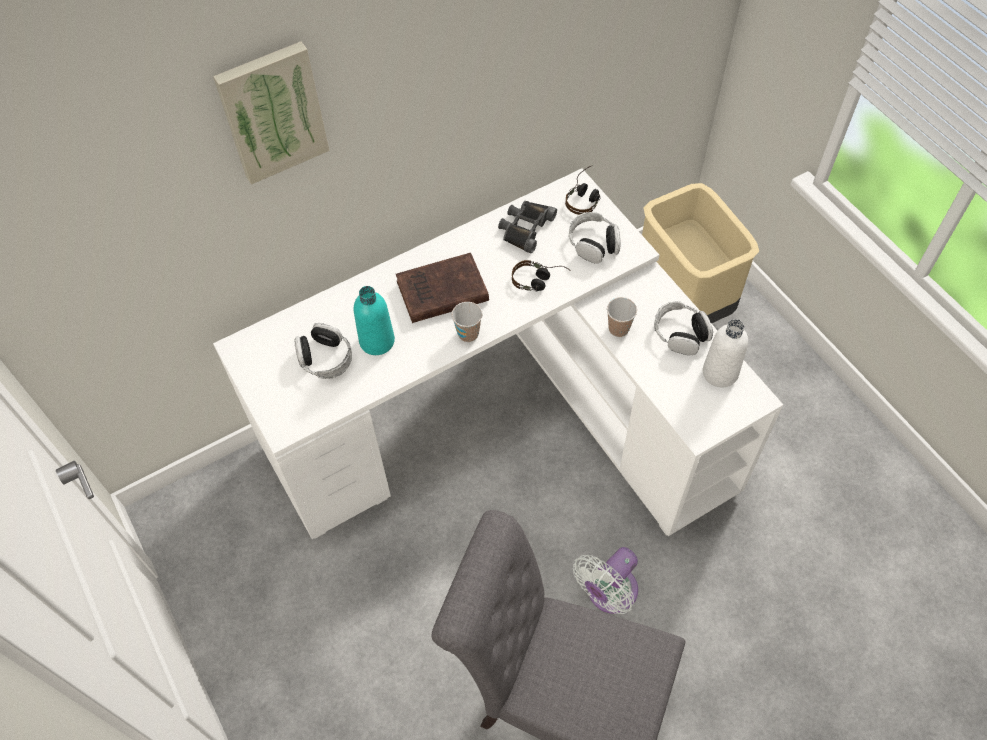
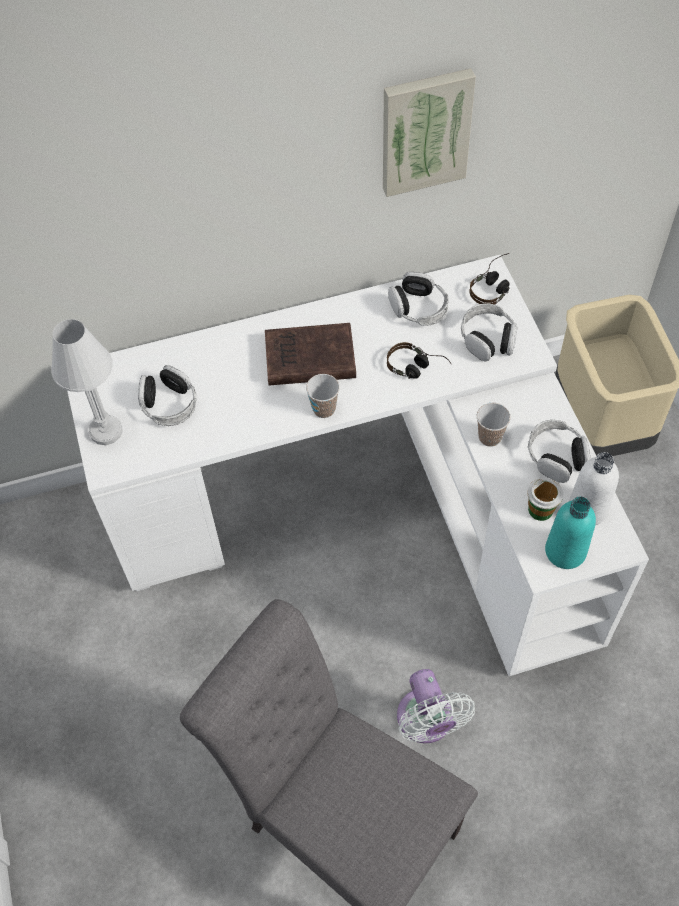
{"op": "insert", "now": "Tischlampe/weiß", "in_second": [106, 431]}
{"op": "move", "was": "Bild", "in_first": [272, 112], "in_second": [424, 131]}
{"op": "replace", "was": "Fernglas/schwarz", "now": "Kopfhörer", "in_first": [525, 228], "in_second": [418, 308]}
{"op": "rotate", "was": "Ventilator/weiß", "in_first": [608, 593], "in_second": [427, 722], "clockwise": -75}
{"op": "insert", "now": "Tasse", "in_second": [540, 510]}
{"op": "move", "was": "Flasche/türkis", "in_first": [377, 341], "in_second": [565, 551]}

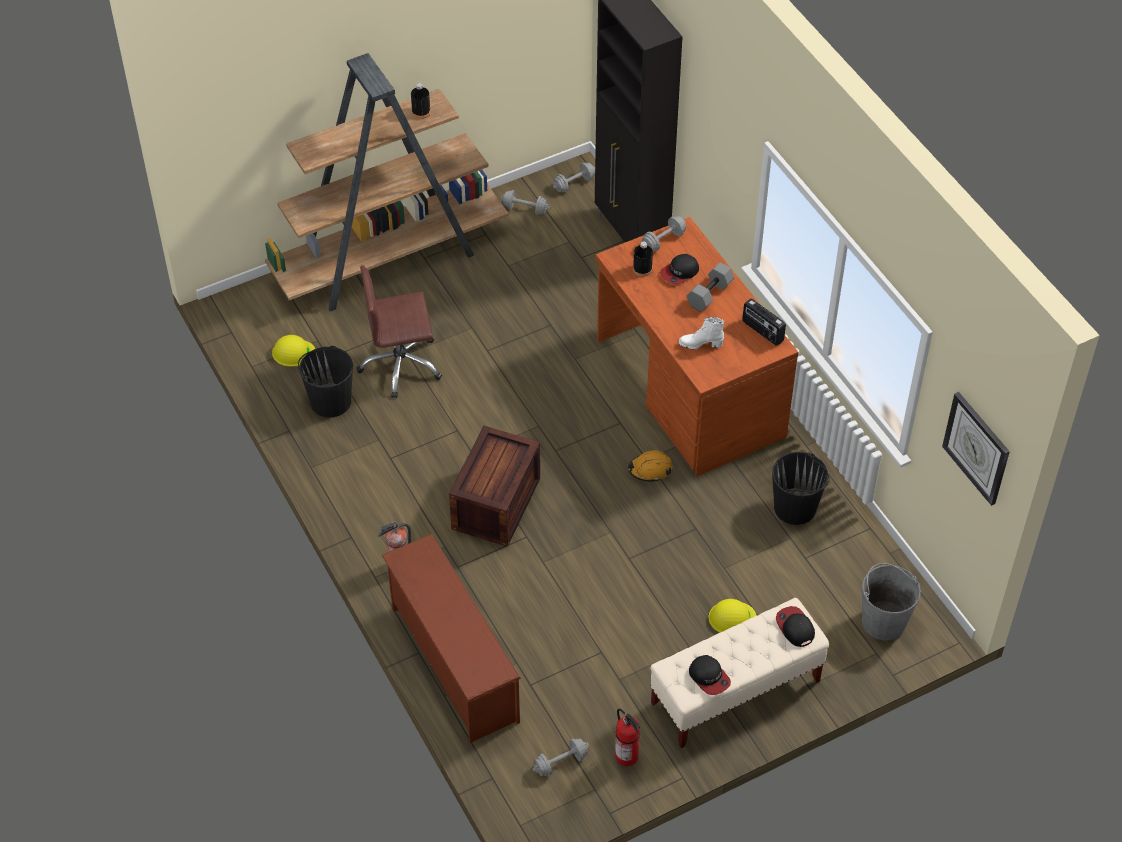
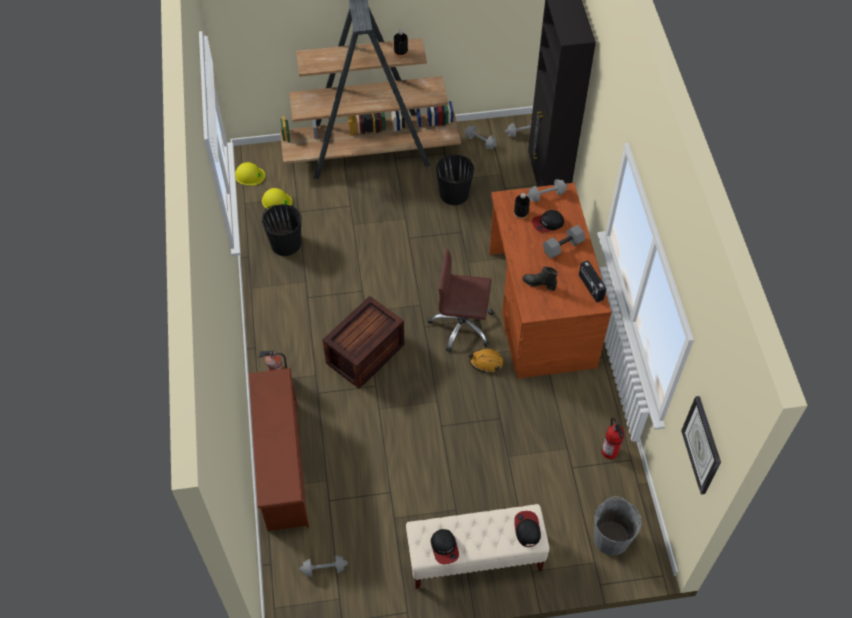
{"op": "move", "was": "Schutzhelm/gelb", "in_first": [732, 618], "in_second": [249, 175]}
{"op": "move", "was": "Bürostuhl/braun", "in_first": [401, 365], "in_second": [462, 326]}
{"op": "move", "was": "Eimer/schwarz", "in_first": [795, 507], "in_second": [454, 194]}
{"op": "recolor", "was": "Stiefel/weiß", "now": "Stiefel/schwarz", "in_first": [700, 344], "in_second": [539, 284]}
{"op": "move", "was": "Feuerlöscher", "in_first": [627, 756], "in_second": [610, 452]}

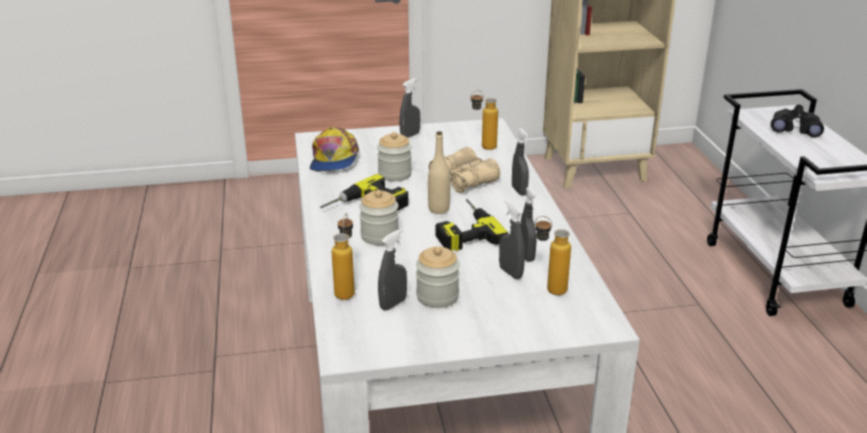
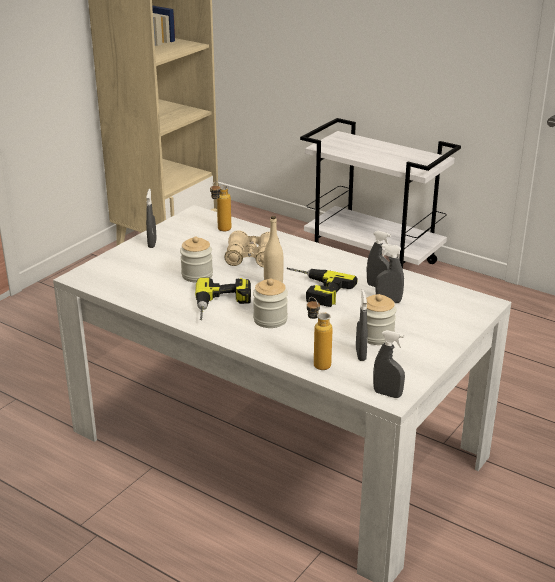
{"op": "move", "was": "Sprühflasche/grau", "in_first": [519, 191], "in_second": [387, 394]}
{"op": "delete", "was": "Kappe", "in_first": [334, 159]}
{"op": "delete", "was": "Flasche", "in_first": [548, 288]}
{"op": "delete", "was": "Fernglas/schwarz", "in_first": [795, 129]}

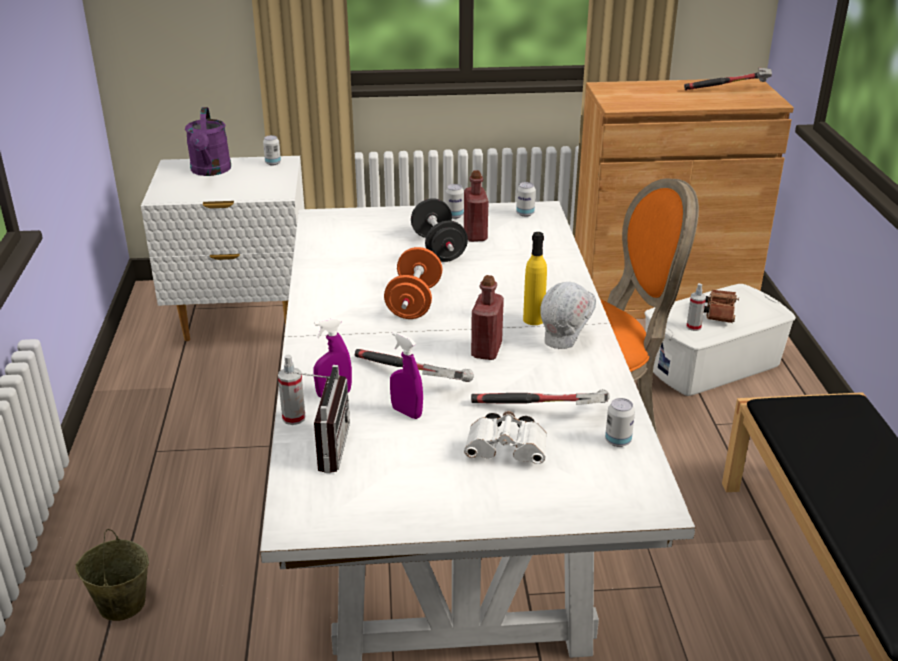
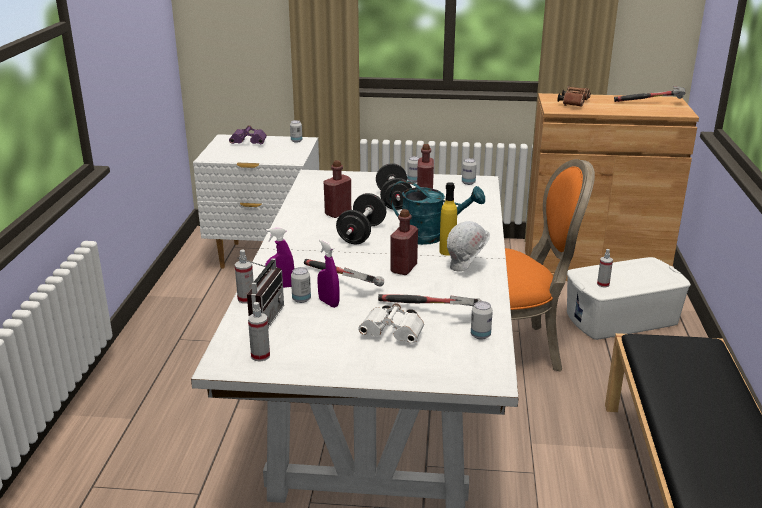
{"op": "replace", "was": "Gießkanne/lila", "now": "Fernglas/lila", "in_first": [210, 171], "in_second": [250, 143]}
{"op": "insert", "now": "Sprühflasche", "in_second": [260, 356]}
{"op": "insert", "now": "Dose", "in_second": [301, 299]}
{"op": "insert", "now": "Flasche/rot", "in_second": [338, 213]}
{"op": "recolor", "was": "Hantel/orange", "now": "Hantel/schwarz", "in_first": [414, 302], "in_second": [361, 234]}
{"op": "insert", "now": "Gießkanne/türkis", "in_second": [431, 236]}
{"op": "move", "was": "Fernglas/braun", "in_first": [718, 313], "in_second": [574, 104]}
{"op": "delete", "was": "Eimer/beige", "in_first": [121, 604]}

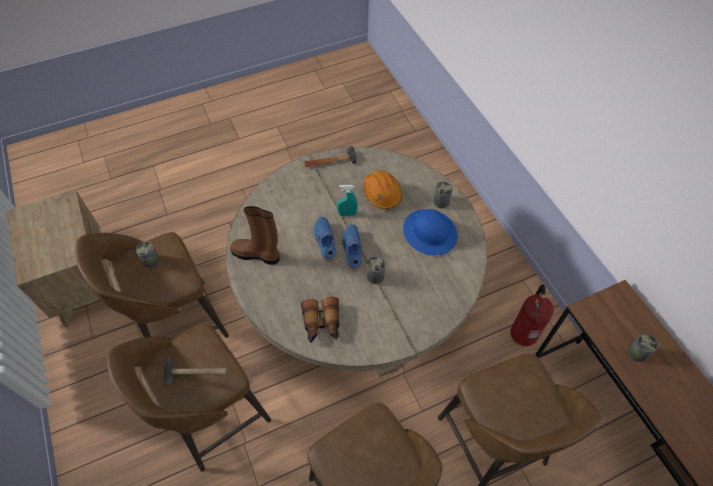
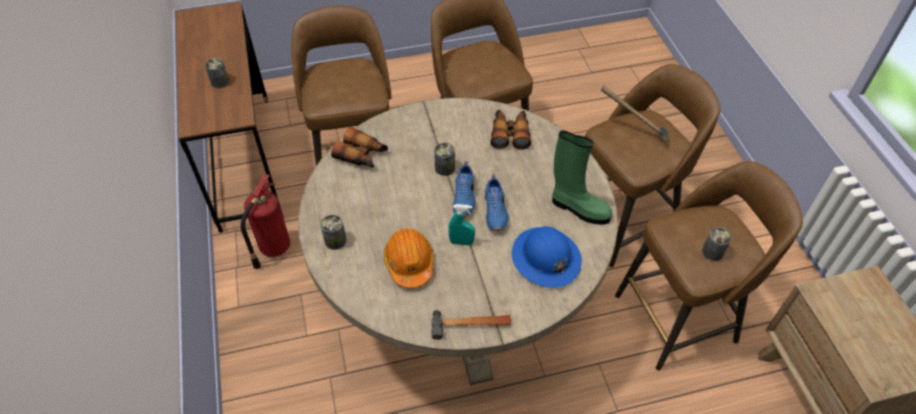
{"op": "insert", "now": "Fernglas", "in_second": [362, 155]}
{"op": "move", "was": "Schutzhelm/blau", "in_first": [430, 233], "in_second": [545, 258]}
{"op": "recolor", "was": "Stiefel/braun", "now": "Stiefel/grün", "in_first": [257, 254], "in_second": [578, 208]}

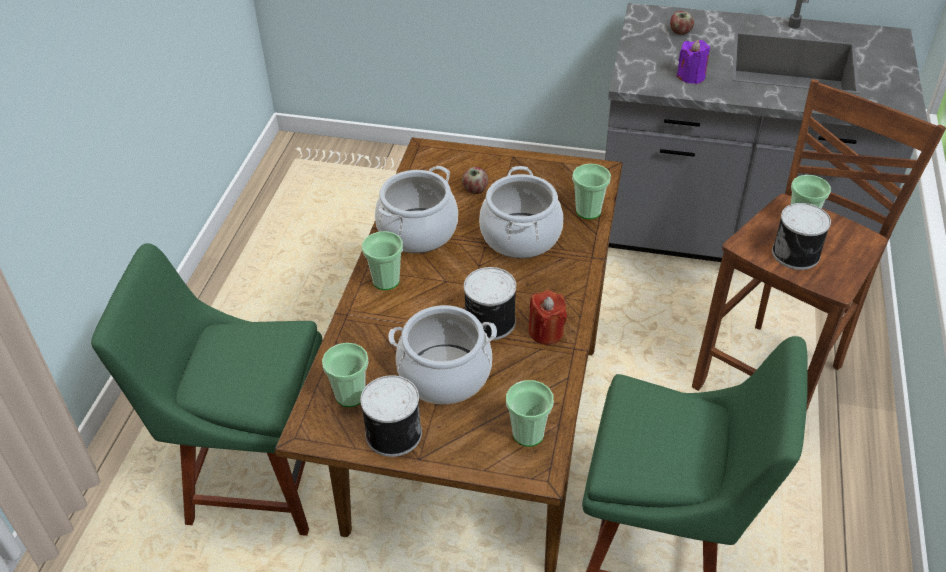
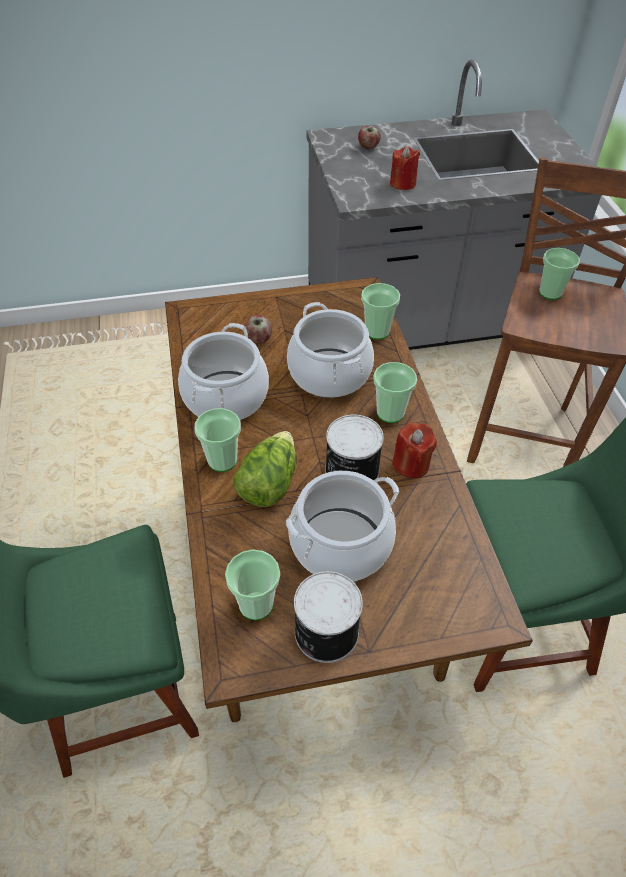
{"op": "insert", "now": "Salatkopf", "in_second": [268, 482]}
{"op": "move", "was": "Tasse", "in_first": [528, 434], "in_second": [390, 412]}
{"op": "recolor", "was": "Kerze/lila", "now": "Kerze/rot", "in_first": [691, 76], "in_second": [402, 184]}
{"op": "delete", "was": "Dose", "in_first": [797, 253]}

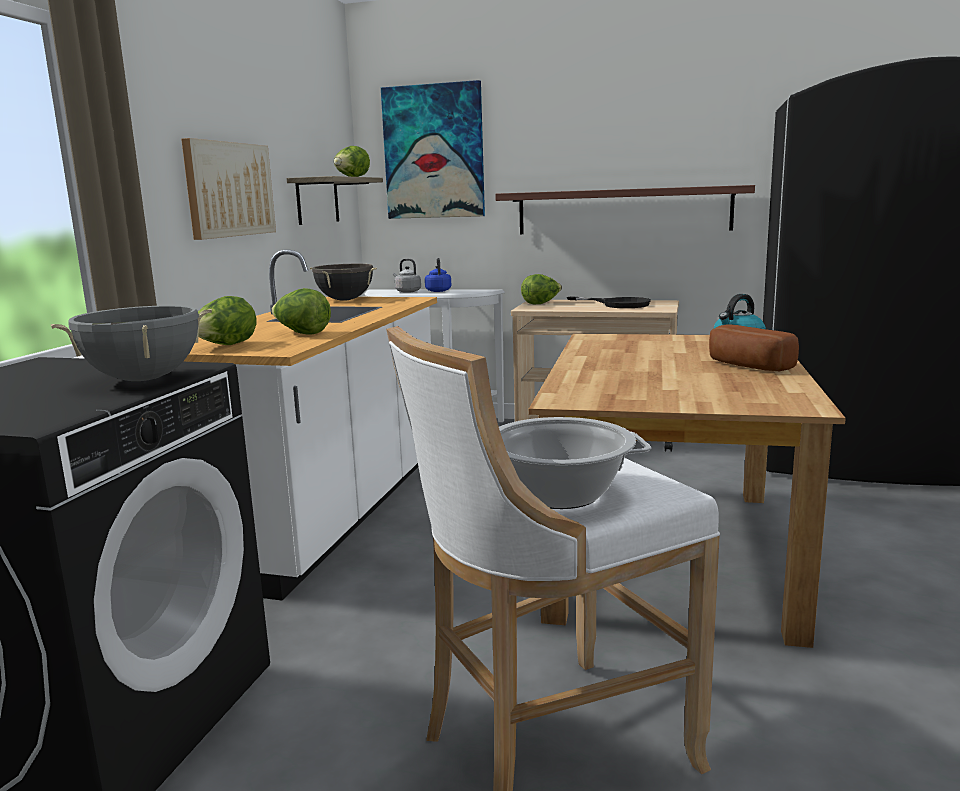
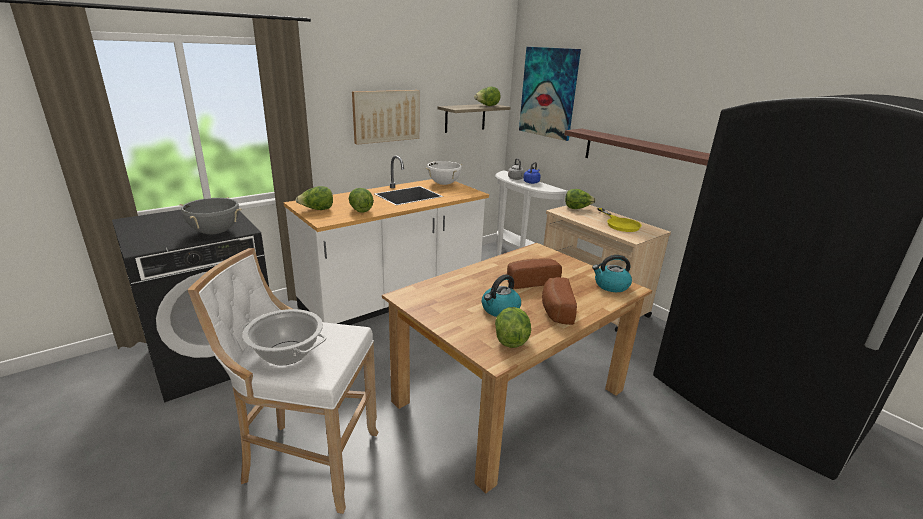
{"op": "recolor", "was": "Kochtopf/schwarz", "now": "Kochtopf/weiß", "in_first": [345, 300], "in_second": [443, 184]}
{"op": "insert", "now": "Wasserkessel", "in_second": [500, 310]}
{"op": "insert", "now": "Salatkopf", "in_second": [511, 339]}
{"op": "insert", "now": "Brot", "in_second": [530, 281]}
{"op": "recolor", "was": "Pfanne/schwarz", "now": "Pfanne/gelb", "in_first": [618, 304], "in_second": [620, 224]}

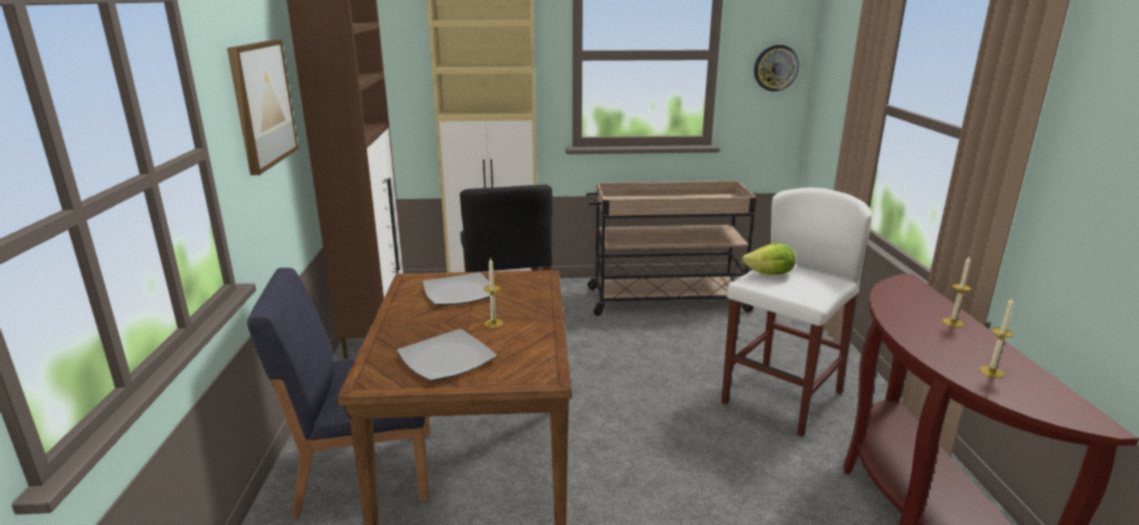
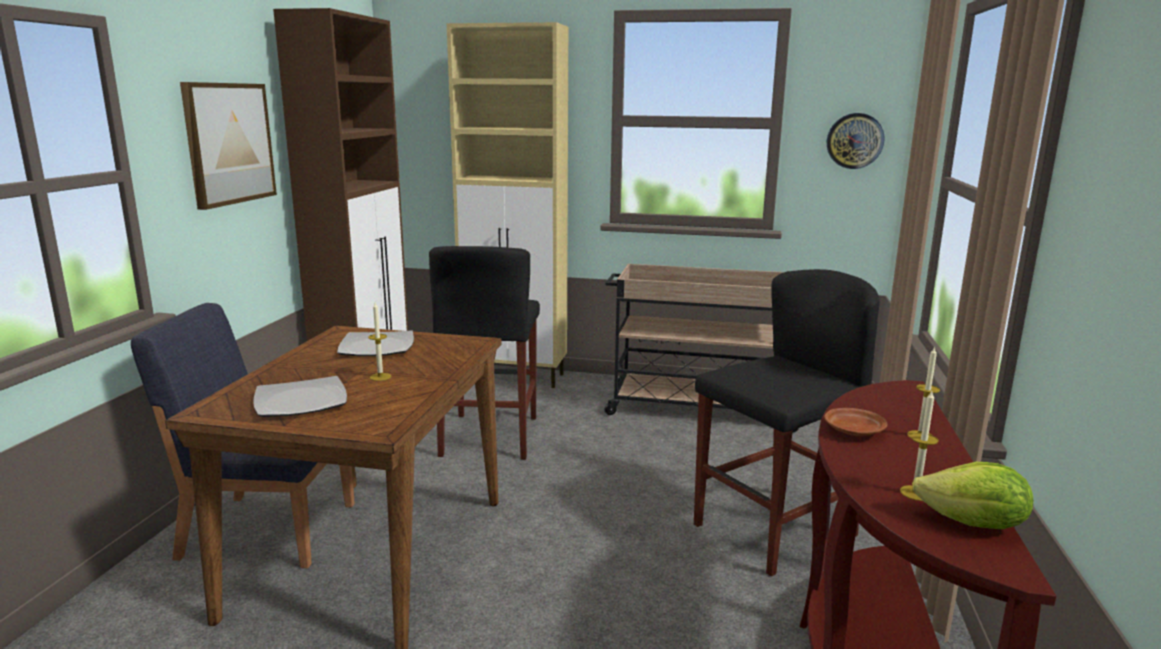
{"op": "recolor", "was": "Hocker/weiß", "now": "Hocker/schwarz", "in_first": [782, 397], "in_second": [773, 530]}
{"op": "insert", "now": "Teller/braun", "in_second": [854, 431]}
{"op": "move", "was": "Salatkopf", "in_first": [770, 274], "in_second": [973, 524]}

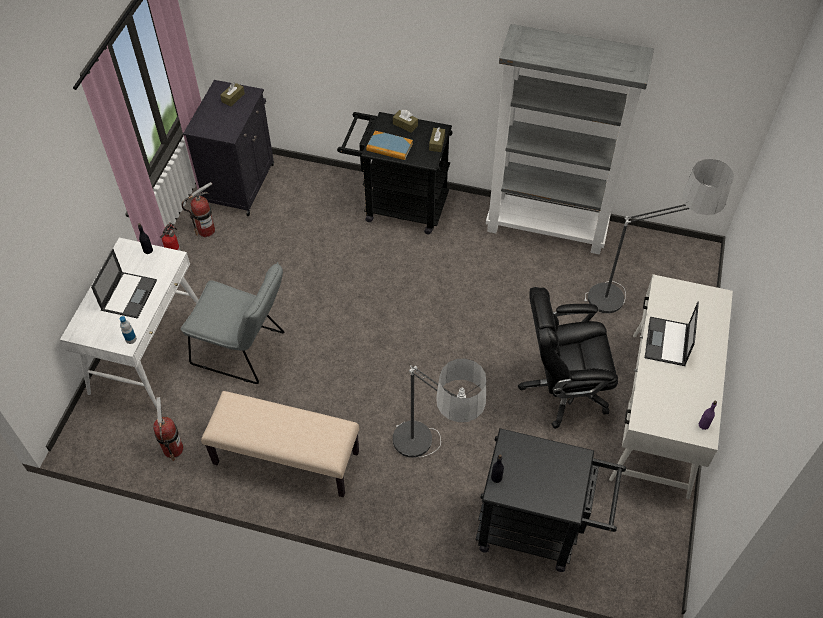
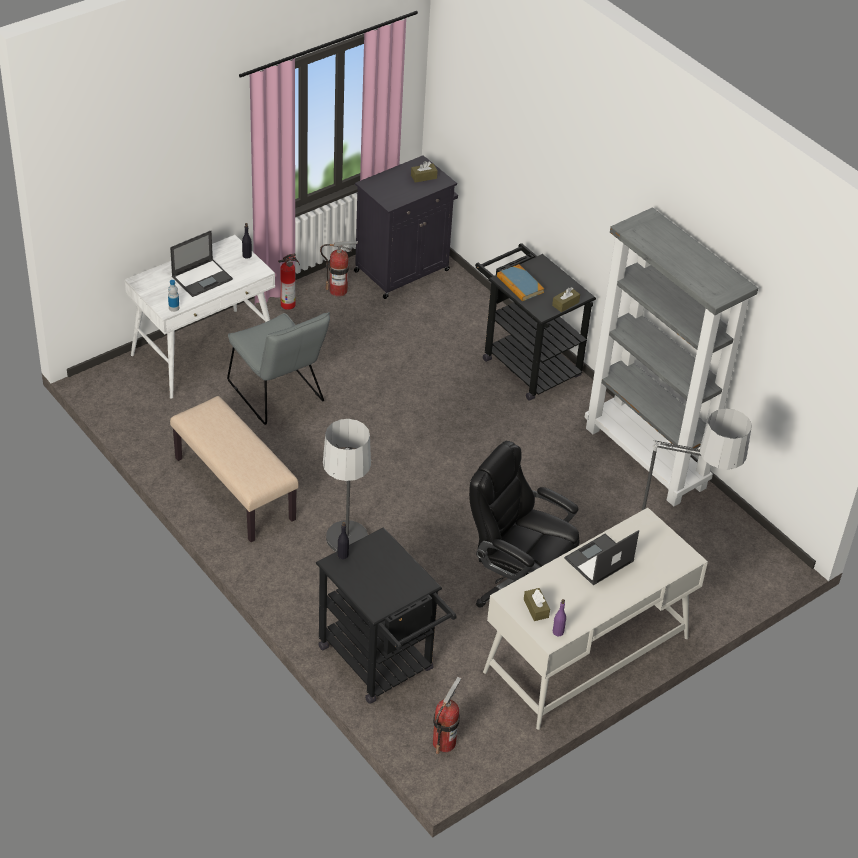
{"op": "move", "was": "Feuerlöscher", "in_first": [173, 449], "in_second": [444, 742]}
{"op": "move", "was": "Taschentuchbox/braun", "in_first": [405, 125], "in_second": [536, 608]}

